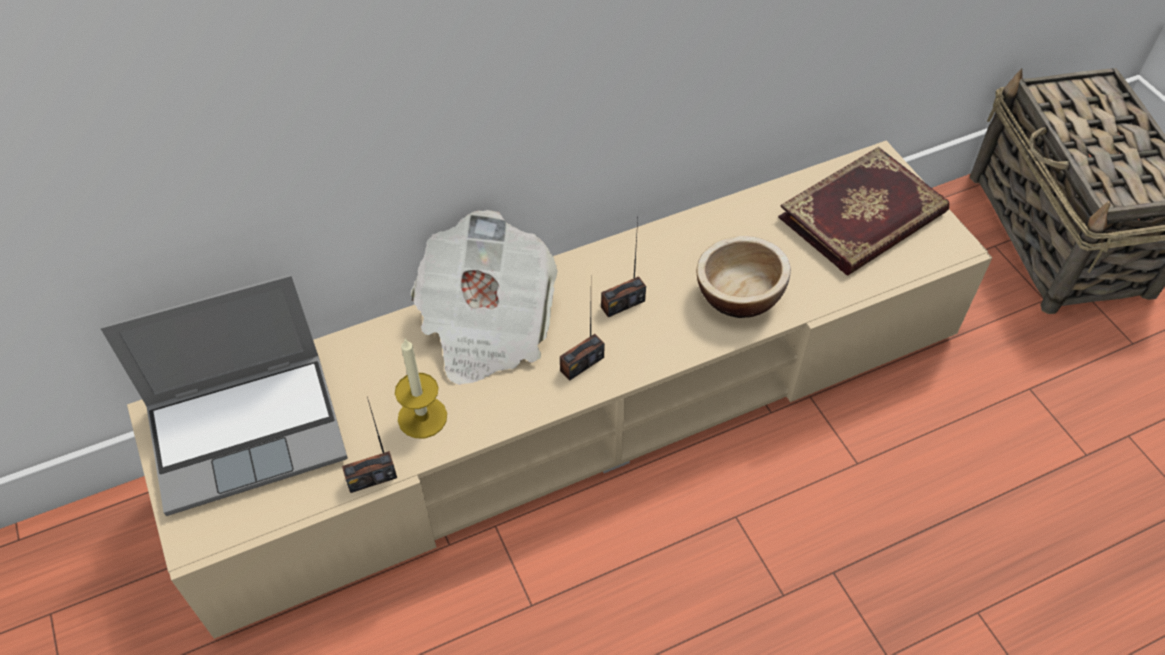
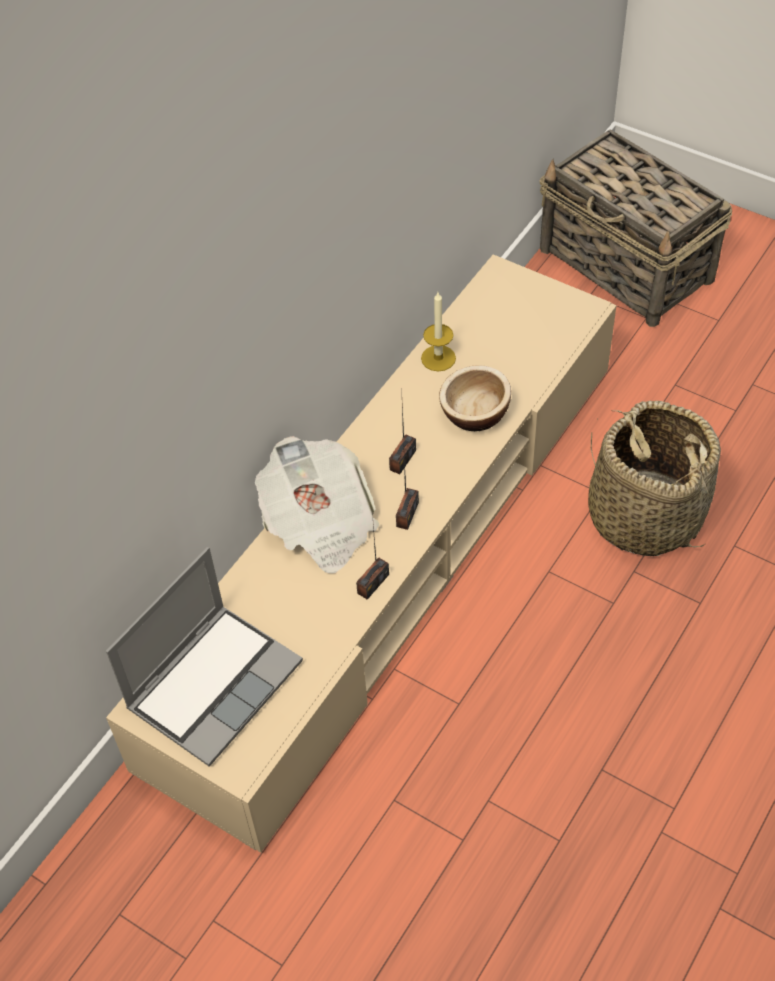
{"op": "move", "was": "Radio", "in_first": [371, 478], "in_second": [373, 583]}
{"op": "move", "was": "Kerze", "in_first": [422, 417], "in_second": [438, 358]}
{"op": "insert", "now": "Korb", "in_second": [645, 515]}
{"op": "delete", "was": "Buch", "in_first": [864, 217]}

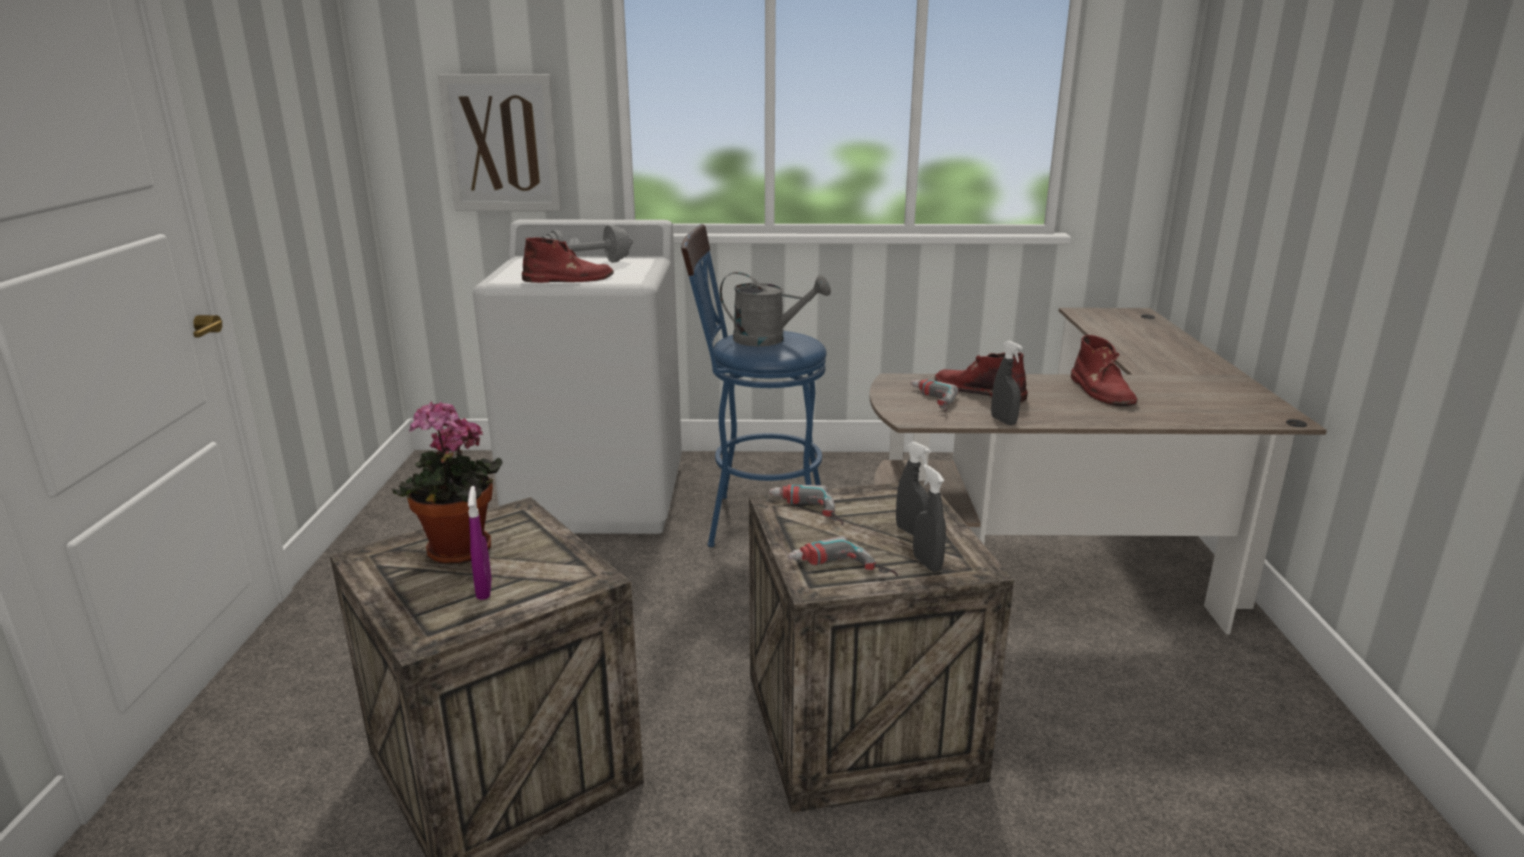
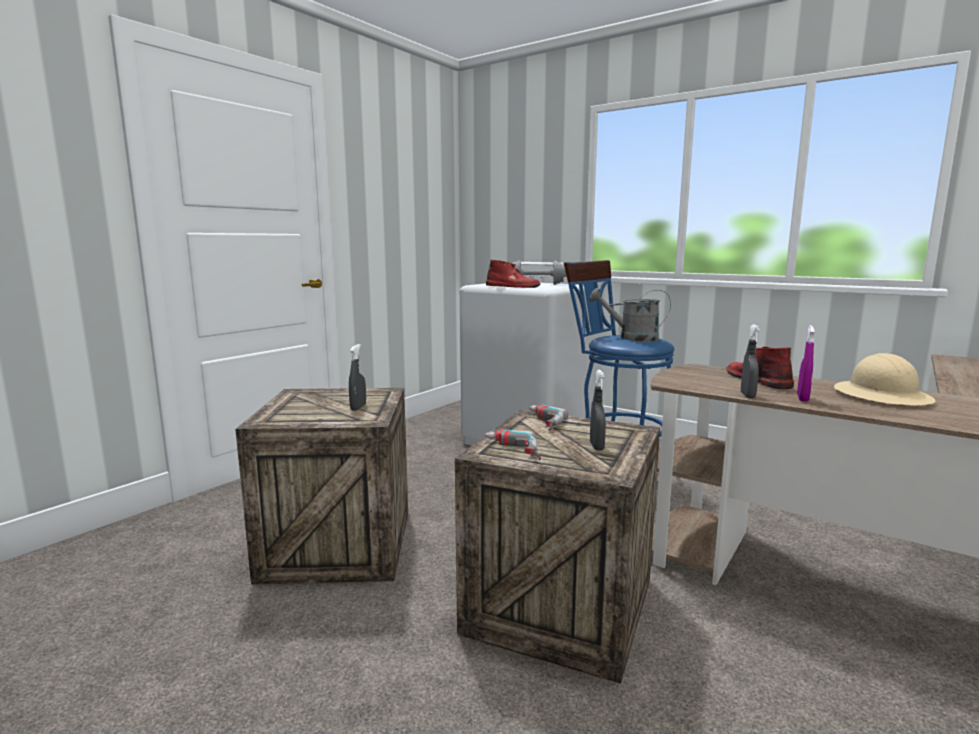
{"op": "move", "was": "Sprühflasche/grau", "in_first": [927, 563], "in_second": [358, 407]}
{"op": "rotate", "was": "Gießkanne/grau", "in_first": [769, 339], "in_second": [631, 338], "clockwise": 150}
{"op": "move", "was": "Sprühflasche/lila", "in_first": [484, 590], "in_second": [802, 398]}
{"op": "replace", "was": "Stiefel/rot", "now": "Schutzhelm/beige", "in_first": [1101, 391], "in_second": [882, 396]}
{"op": "delete", "was": "Topfpflanze", "in_first": [458, 553]}
{"op": "delete", "was": "Bild", "in_first": [501, 144]}
{"op": "delete", "was": "Bohrmaschine", "in_first": [928, 401]}

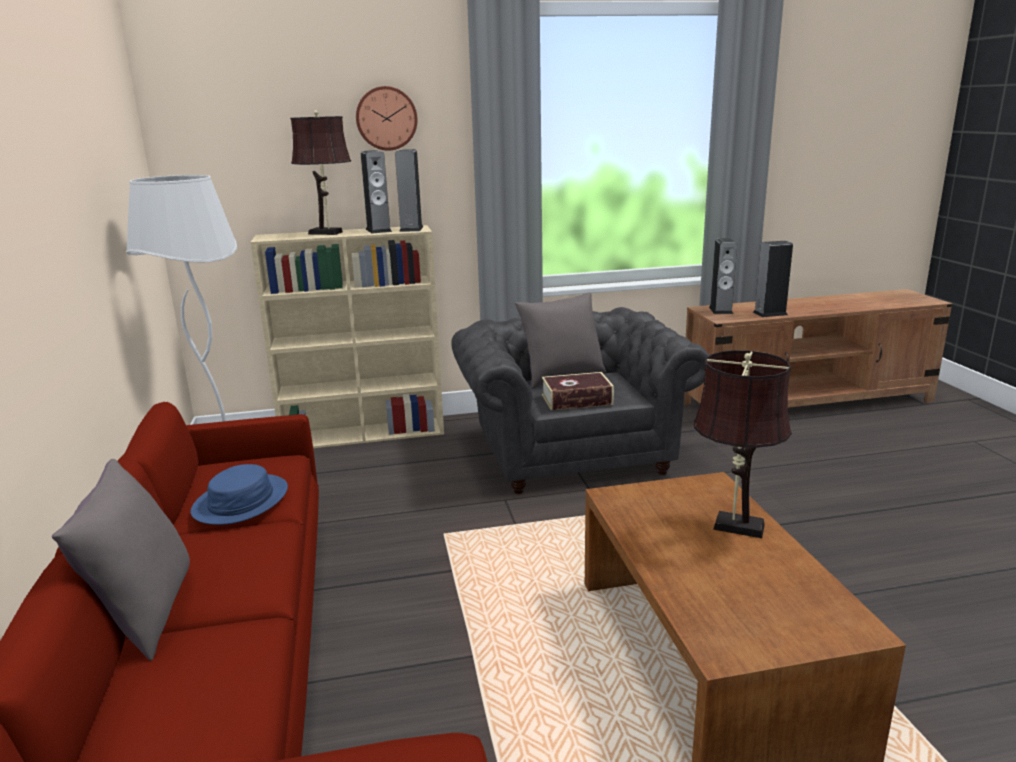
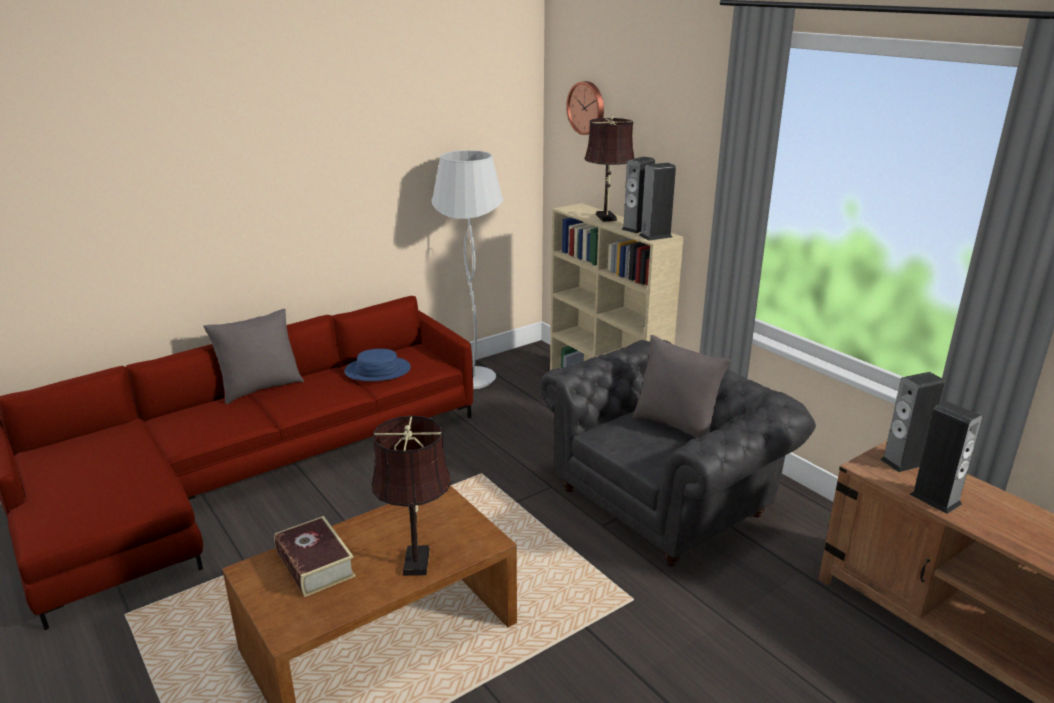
{"op": "move", "was": "Buch", "in_first": [577, 400], "in_second": [315, 564]}
{"op": "move", "was": "Wanduhr", "in_first": [386, 118], "in_second": [587, 108]}

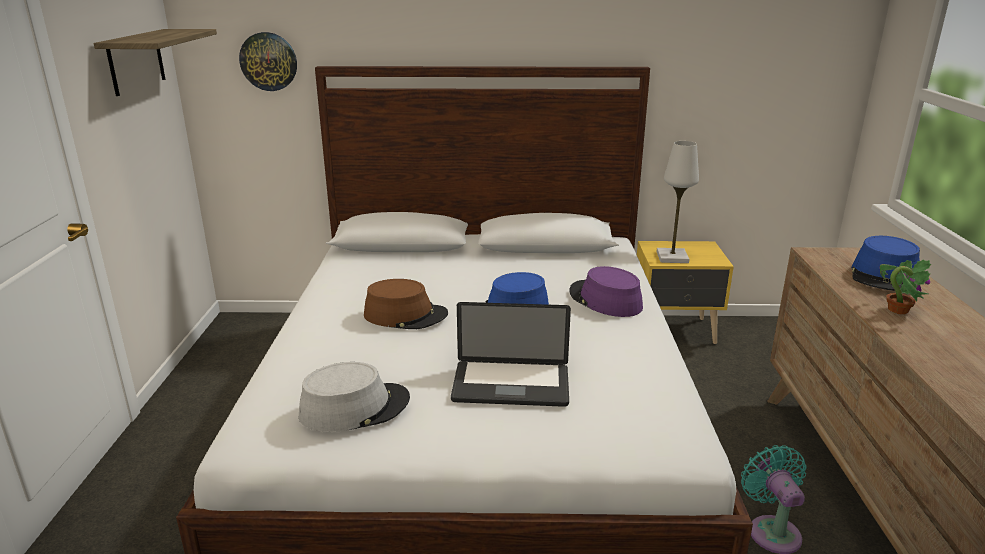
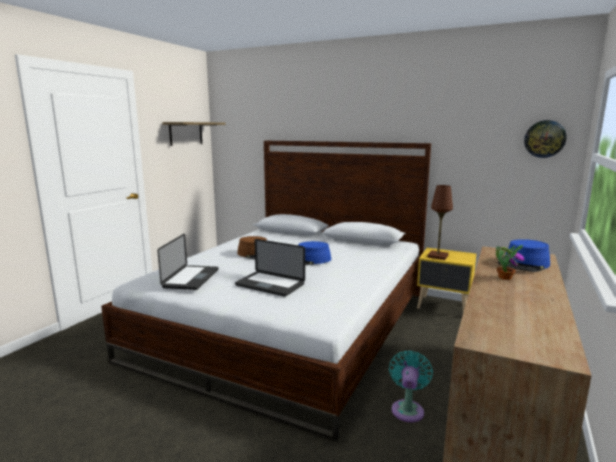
{"op": "replace", "was": "Hut/grau", "now": "Laptop", "in_first": [355, 407], "in_second": [191, 278]}
{"op": "recolor", "was": "Tischlampe/weiß", "now": "Tischlampe/braun", "in_first": [672, 257], "in_second": [437, 256]}
{"op": "move", "was": "Wanduhr", "in_first": [268, 61], "in_second": [544, 139]}
{"op": "delete", "was": "Hut/lila", "in_first": [605, 300]}

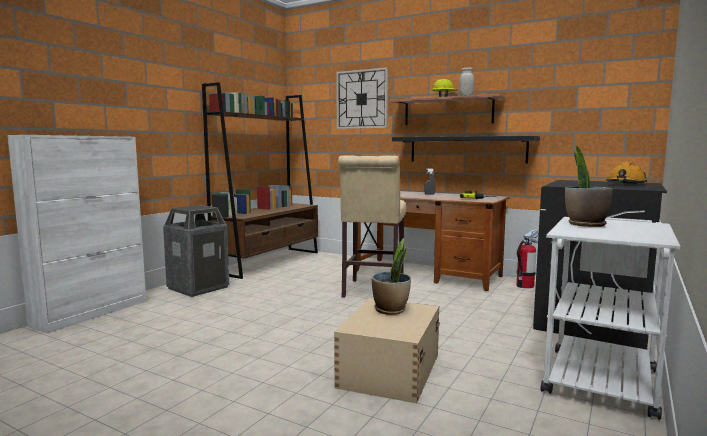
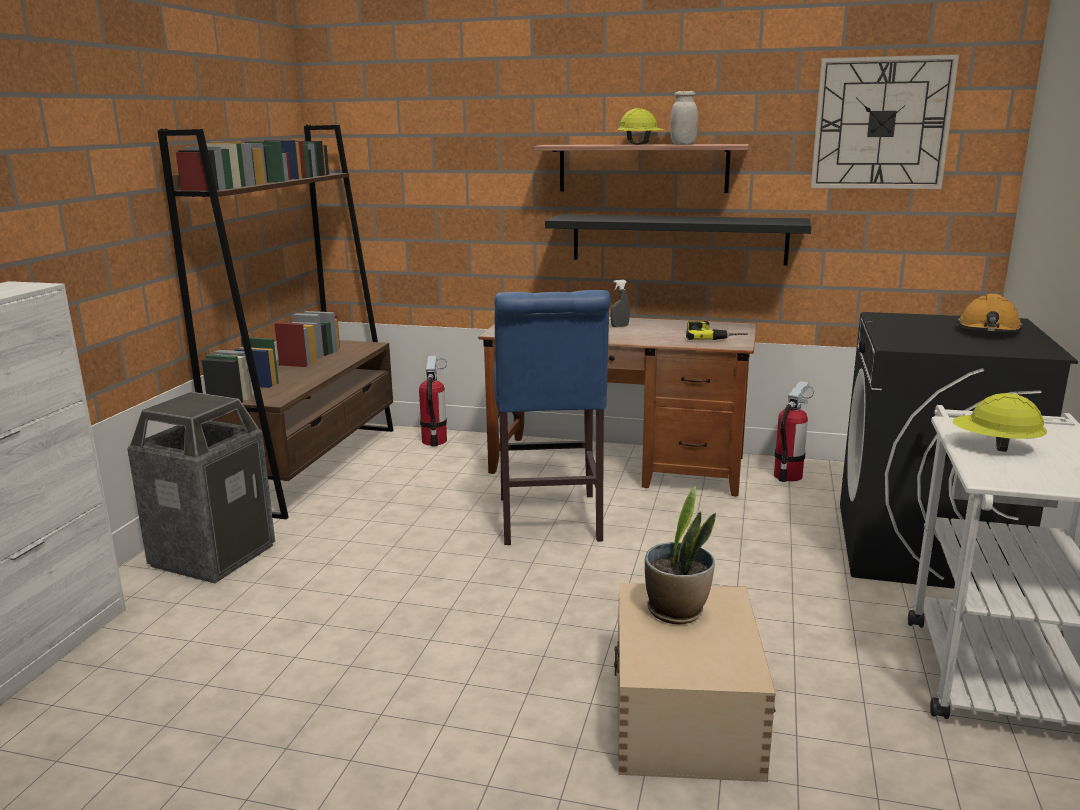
{"op": "insert", "now": "Feuerlöscher", "in_second": [434, 441]}
{"op": "recolor", "was": "Hocker/beige", "now": "Hocker/blau", "in_first": [372, 291], "in_second": [550, 522]}
{"op": "move", "was": "Wanduhr", "in_first": [362, 99], "in_second": [881, 123]}
{"op": "replace", "was": "Topfpflanze", "now": "Schutzhelm/gelb", "in_first": [585, 225], "in_second": [995, 447]}

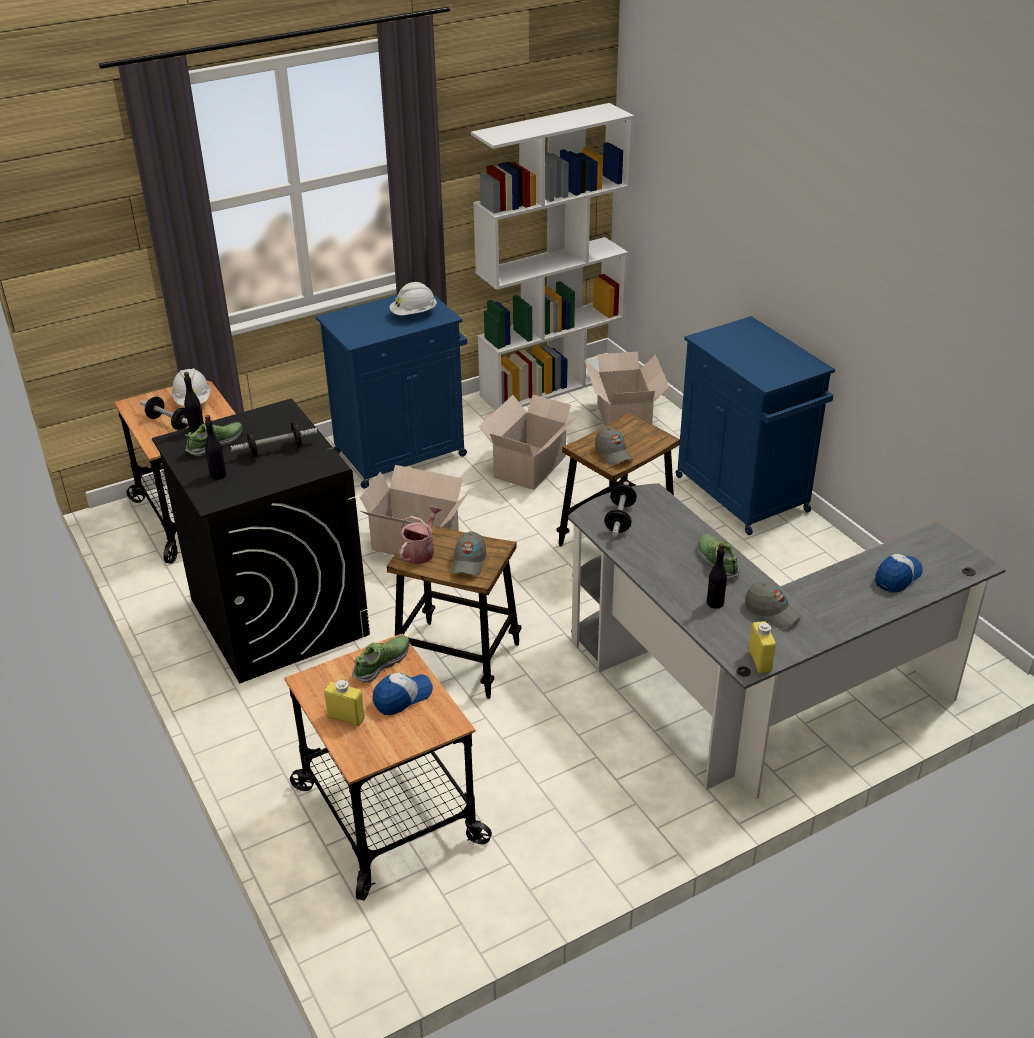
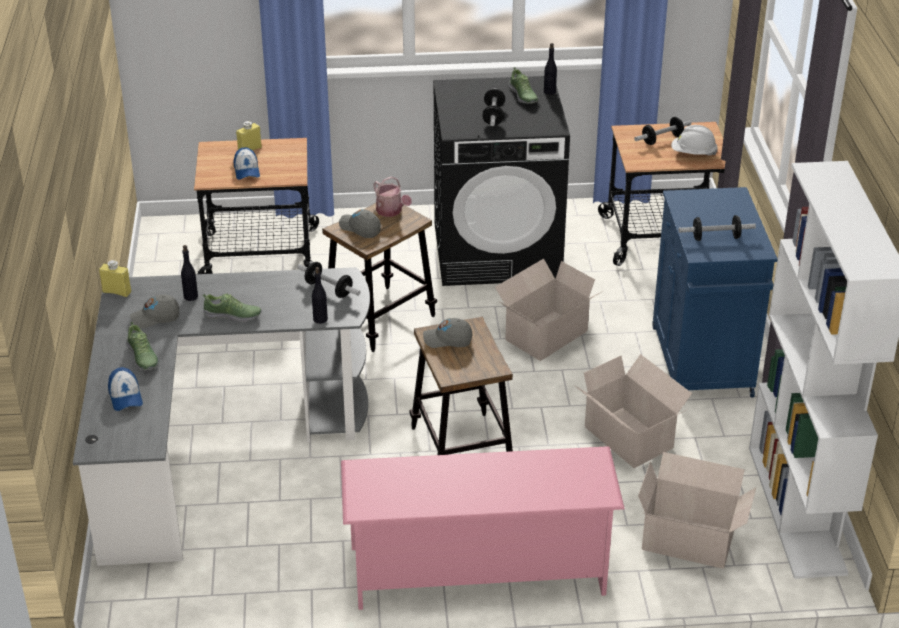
{"op": "move", "was": "Schuh", "in_first": [382, 664], "in_second": [142, 357]}
{"op": "move", "was": "Flasche/schwarz", "in_first": [218, 475], "in_second": [320, 319]}
{"op": "replace", "was": "Schrank/blau", "now": "Schuhregal/rosa", "in_first": [743, 495], "in_second": [478, 571]}
{"op": "replace", "was": "Schutzhelm/weiß", "now": "Hantel", "in_first": [414, 314], "in_second": [715, 238]}

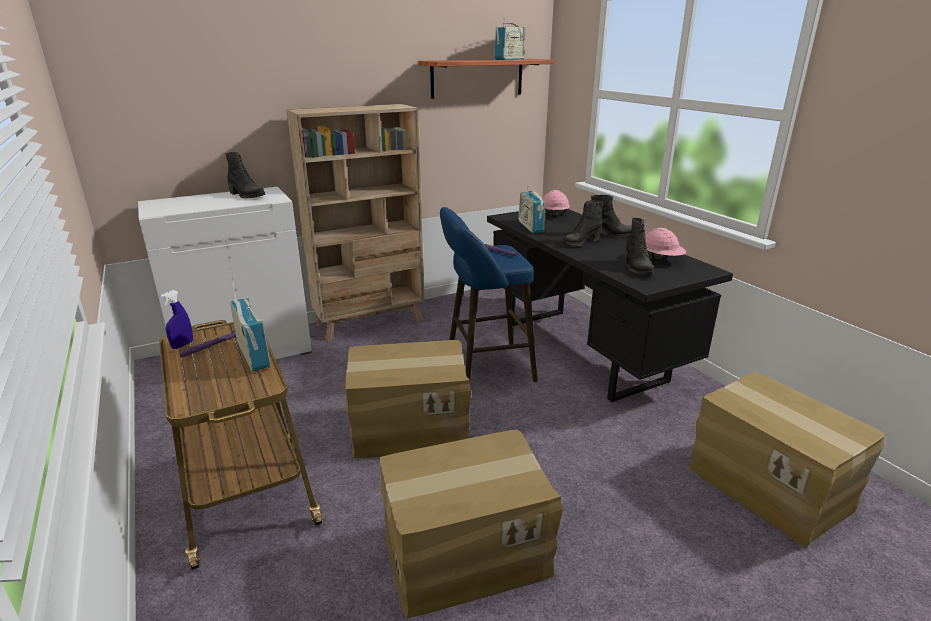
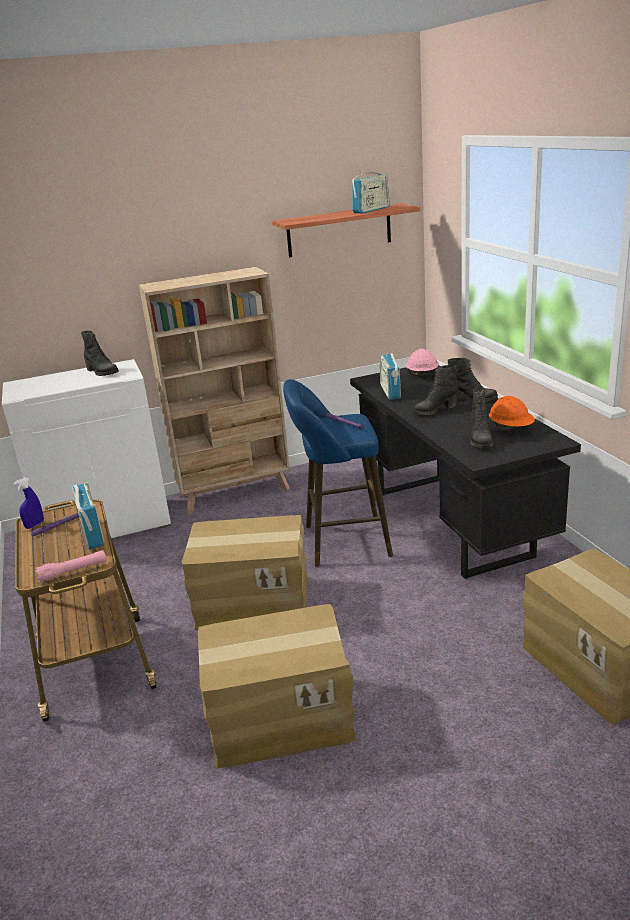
{"op": "insert", "now": "Taschenlampe/rosa", "in_second": [73, 571]}
{"op": "recolor", "was": "Schutzhelm/rosa", "now": "Schutzhelm/orange", "in_first": [660, 259], "in_second": [511, 429]}

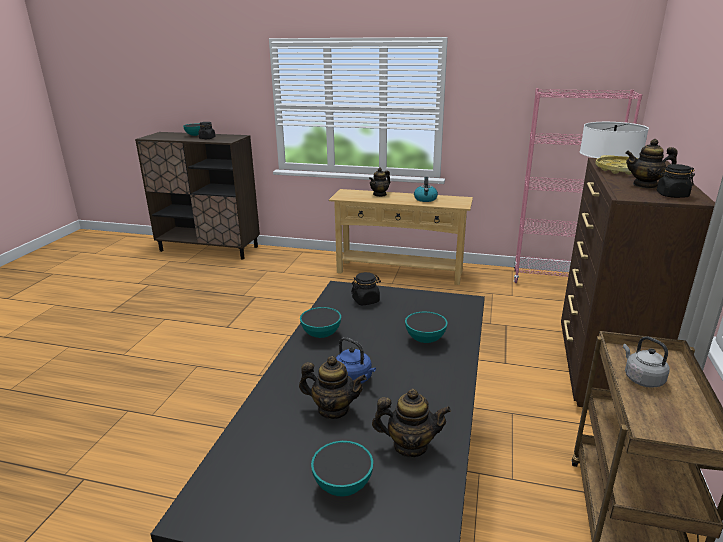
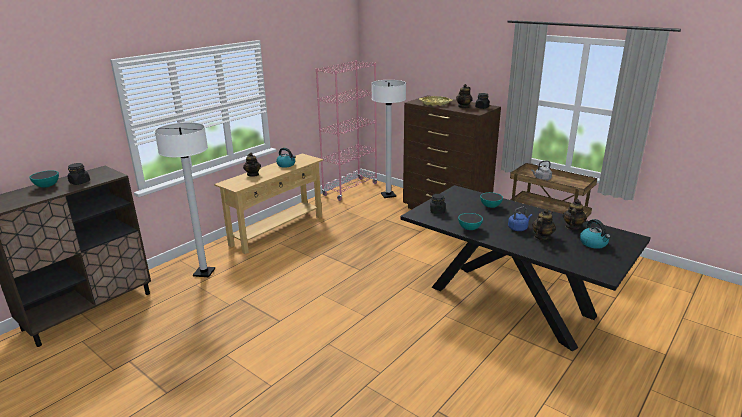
{"op": "insert", "now": "Stehlampe/weiß", "in_second": [204, 272]}
{"op": "replace", "was": "Schüssel", "now": "Wasserkessel", "in_first": [343, 485], "in_second": [594, 243]}

